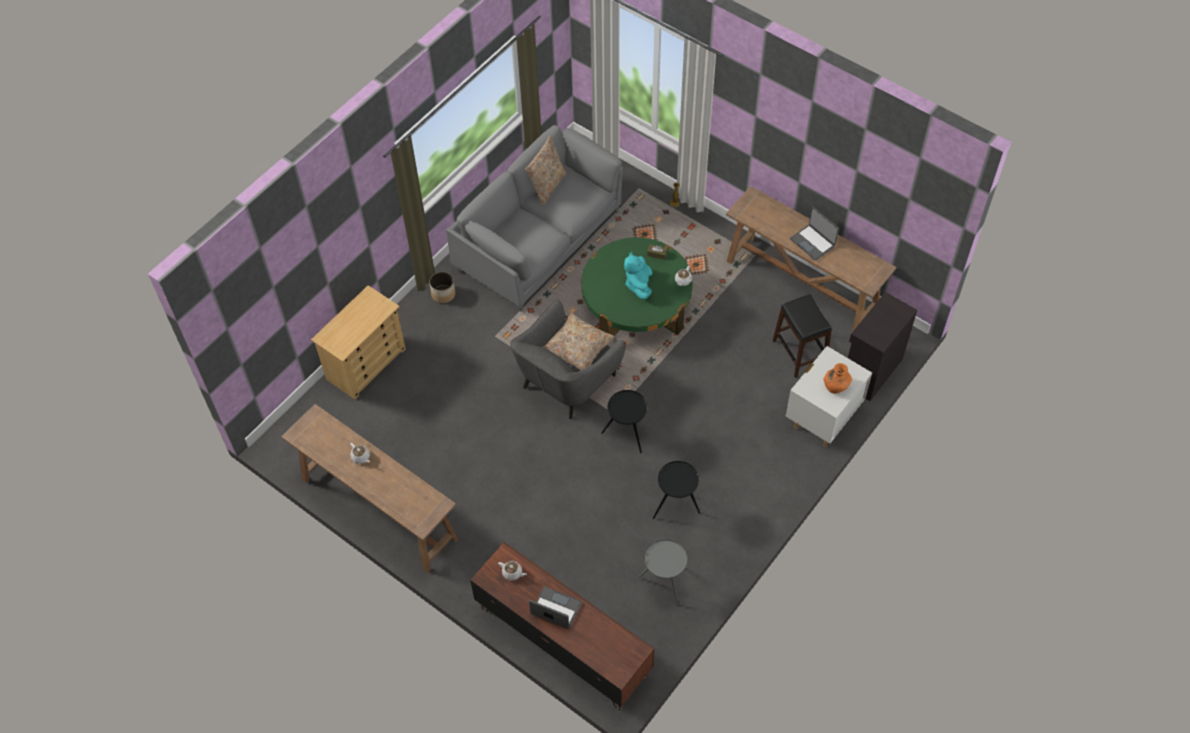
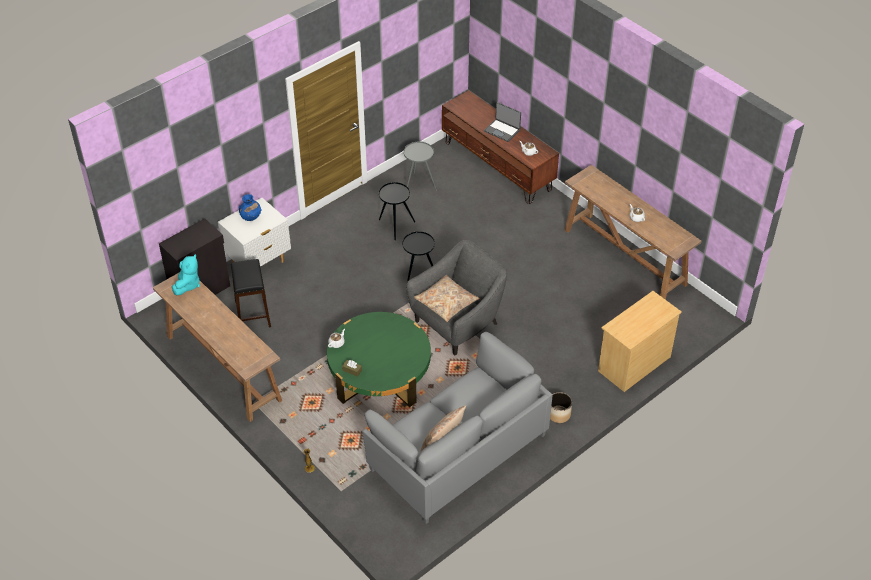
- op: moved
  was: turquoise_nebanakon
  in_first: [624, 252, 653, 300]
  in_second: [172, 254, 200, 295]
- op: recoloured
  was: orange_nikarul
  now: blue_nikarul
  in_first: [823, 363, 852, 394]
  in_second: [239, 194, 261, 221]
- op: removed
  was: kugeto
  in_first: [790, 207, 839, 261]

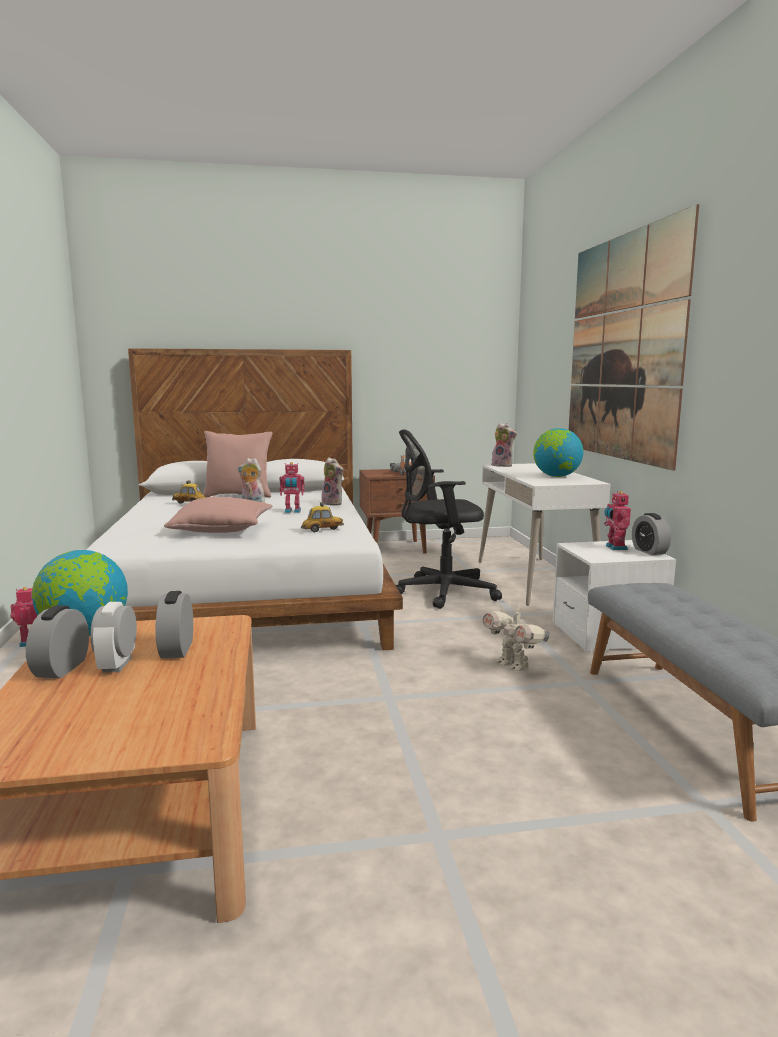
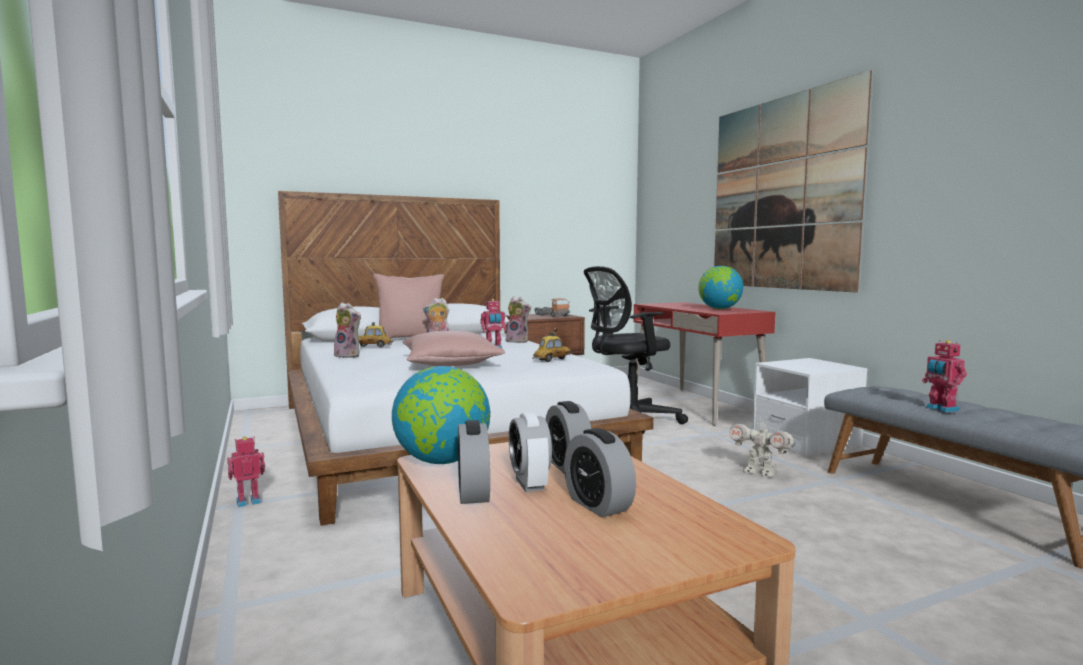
- op: moved
  was: nebanakon
  in_first: [491, 422, 517, 467]
  in_second: [334, 302, 361, 358]
- op: moved
  was: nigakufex
  in_first: [632, 513, 671, 555]
  in_second: [564, 428, 636, 517]
- op: recoloured
  was: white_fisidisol
  now: red_fisidisol
  in_first: [479, 463, 611, 606]
  in_second: [634, 302, 775, 426]
- op: moved
  was: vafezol
  in_first: [604, 491, 631, 550]
  in_second: [922, 340, 967, 412]

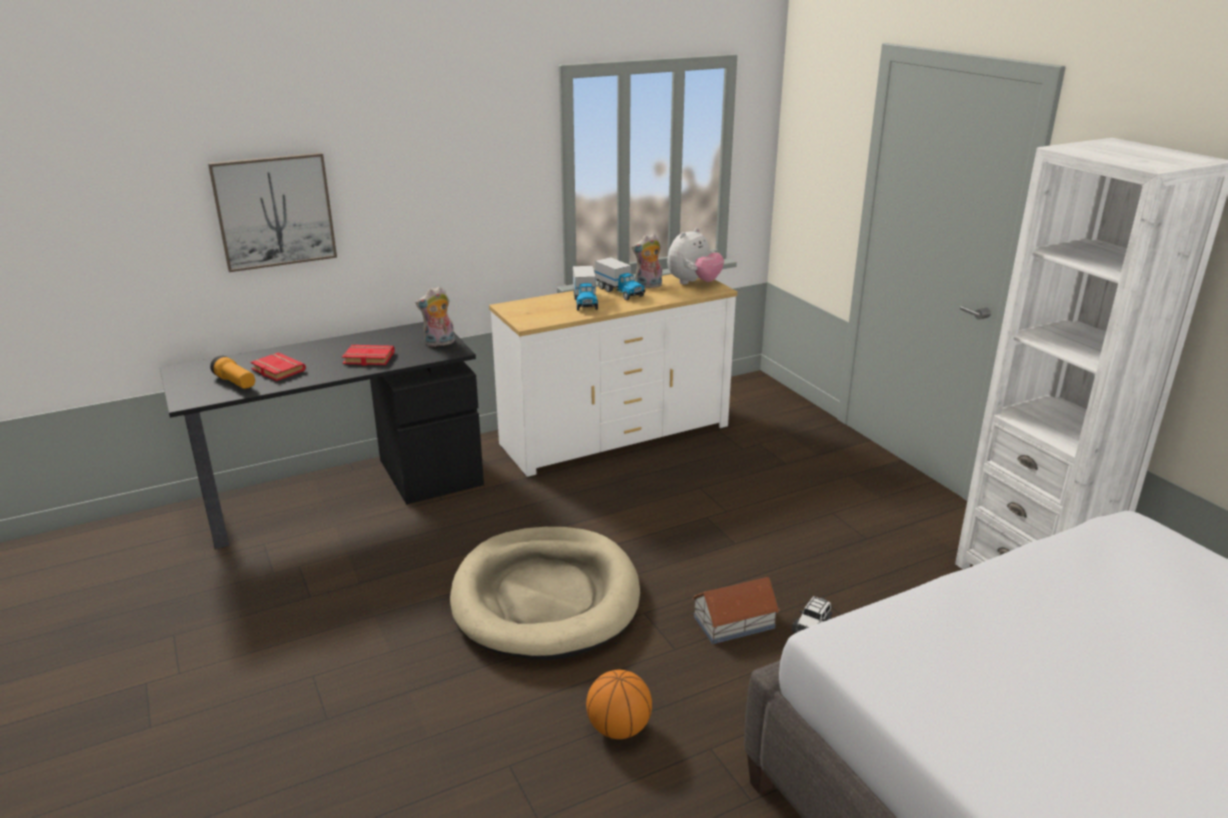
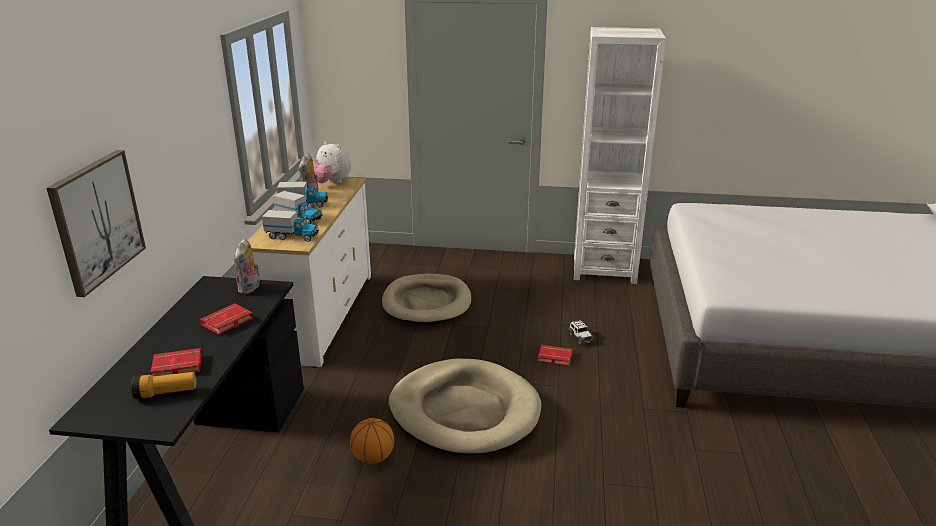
- op: added
  now: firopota
  in_second: [262, 210, 319, 242]
- op: turned
  was: nebanakon
  in_first: [667, 228, 724, 284]
  in_second: [313, 142, 351, 183]
  clockwise: 135
- op: moved
  was: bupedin
  in_first: [586, 670, 652, 739]
  in_second: [350, 418, 394, 464]
- op: added
  now: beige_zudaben
  in_second: [382, 274, 471, 325]
- op: replaced
  was: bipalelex
  now: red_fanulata
  in_first: [692, 577, 780, 644]
  in_second: [538, 345, 573, 366]

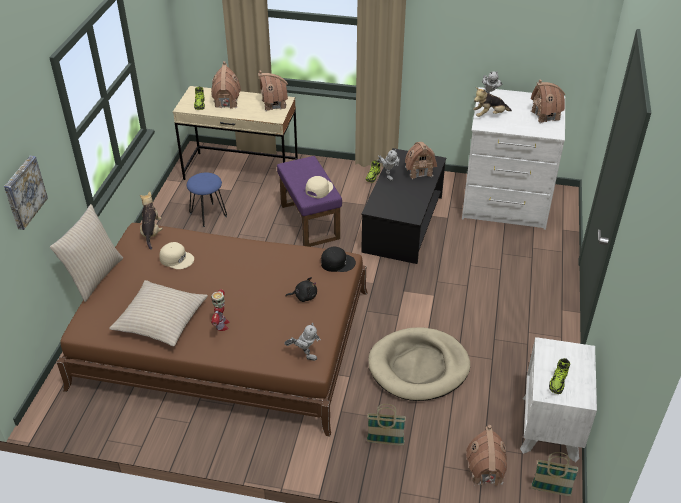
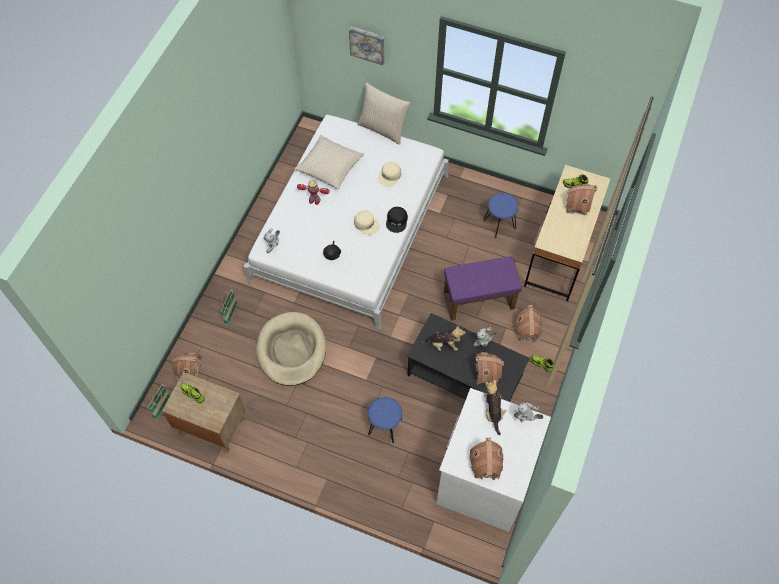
- op: recoloured
  was: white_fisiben
  now: brown_fisiben
  in_first: [520, 337, 597, 462]
  in_second: [162, 372, 246, 454]
- op: recoloured
  was: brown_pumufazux
  now: white_pumufazux
  in_first: [57, 223, 368, 437]
  in_second: [243, 115, 449, 330]
- op: moved
  was: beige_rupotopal
  in_first: [305, 176, 333, 198]
  in_second: [354, 210, 380, 235]
- op: added
  now: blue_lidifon
  in_second: [368, 397, 402, 443]
- op: moved
  was: black_rupotopal
  in_first: [321, 247, 356, 272]
  in_second: [386, 207, 408, 233]
- op: moved
  was: nebanakon
  in_first: [140, 191, 163, 250]
  in_second: [421, 325, 465, 351]
- op: moved
  was: bipalelex
  in_first: [258, 71, 288, 112]
  in_second: [514, 305, 542, 342]

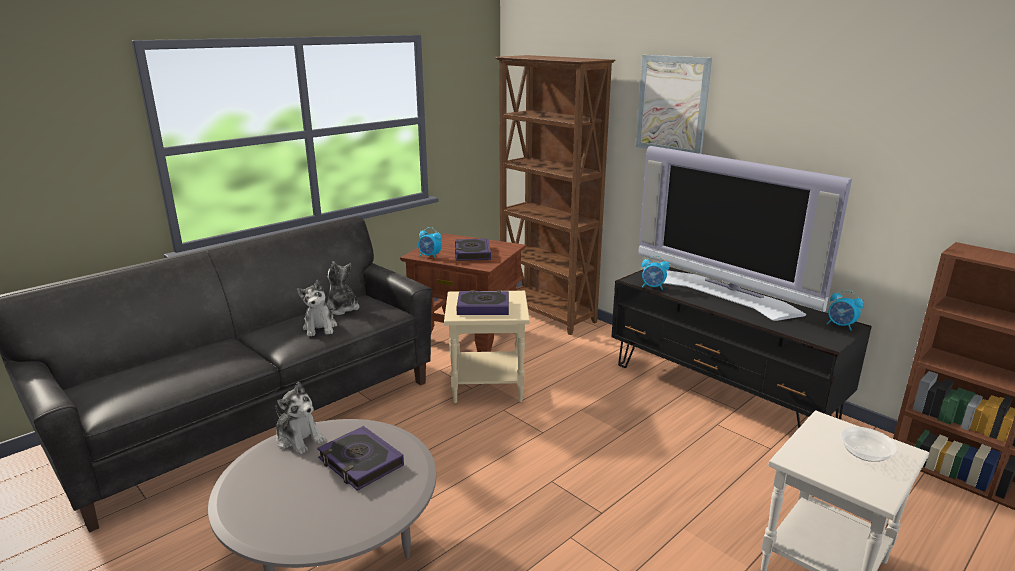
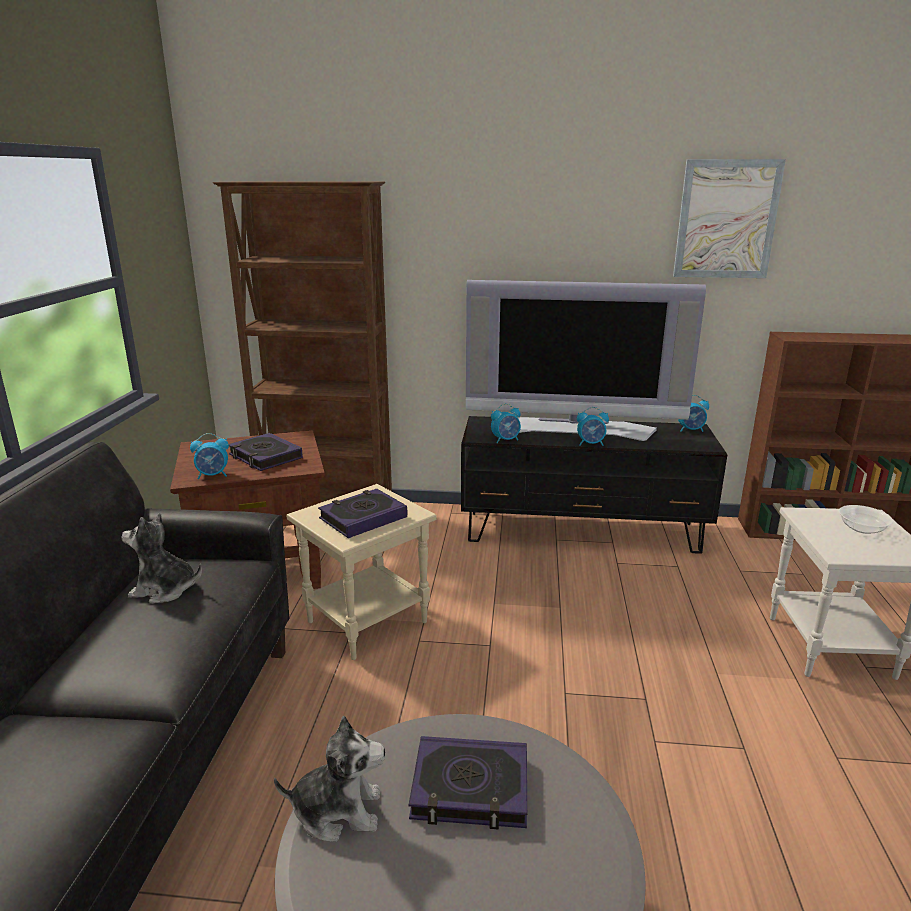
- op: added
  now: nigakufex
  in_second: [577, 407, 609, 446]
- op: moved
  was: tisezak
  in_first: [636, 55, 712, 154]
  in_second: [673, 159, 786, 278]
- op: removed
  was: nebanakon
  in_first: [297, 280, 337, 337]

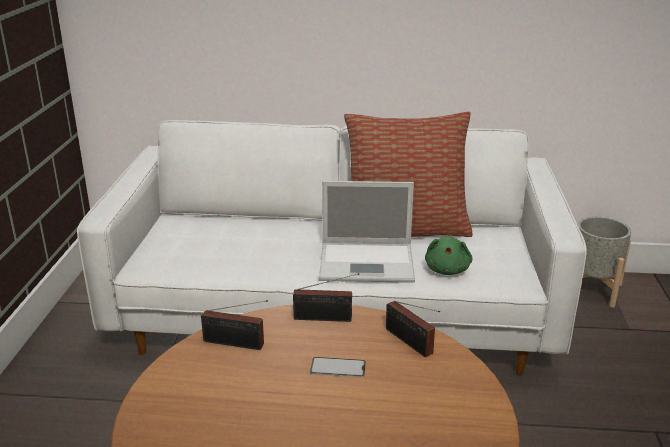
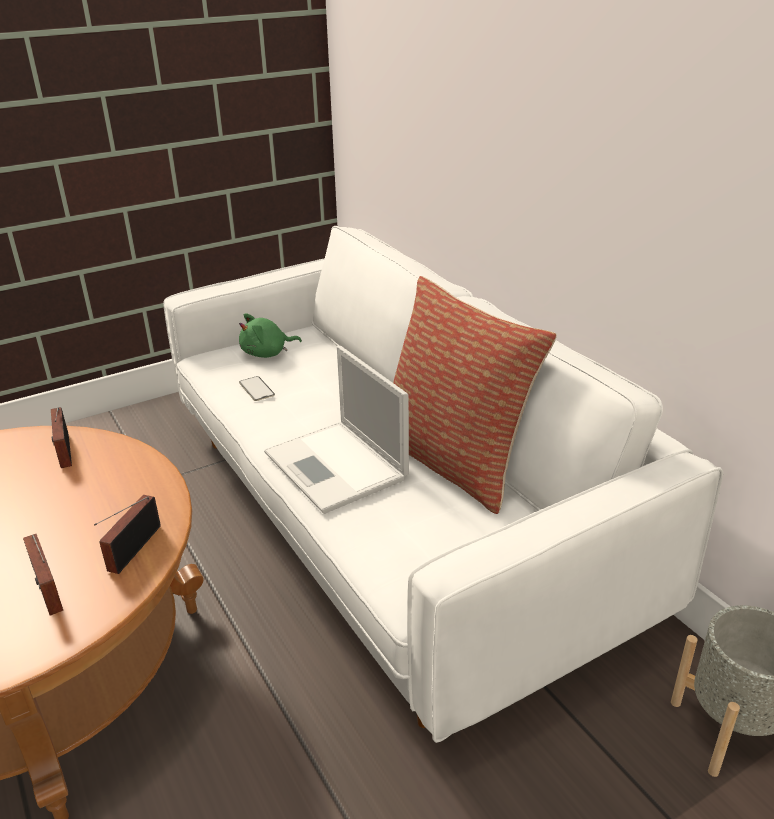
- op: moved
  was: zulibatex
  in_first: [293, 273, 359, 322]
  in_second: [23, 534, 63, 616]
- op: moved
  was: green_nebanakon
  in_first: [425, 237, 472, 275]
  in_second: [239, 313, 302, 358]
- op: moved
  was: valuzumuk
  in_first: [310, 357, 366, 378]
  in_second: [239, 376, 275, 401]

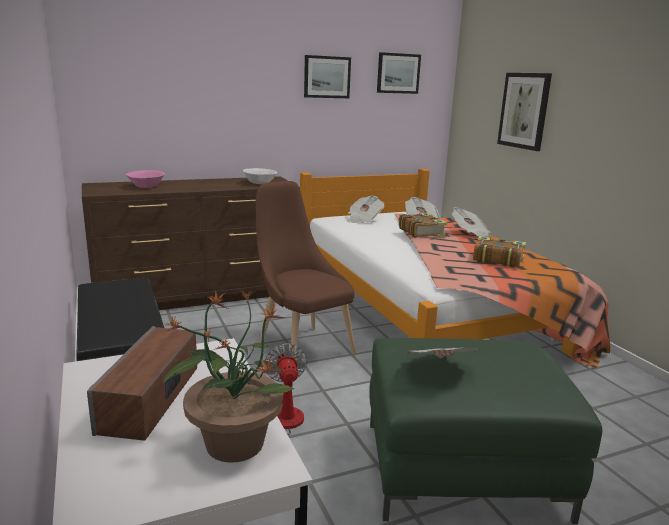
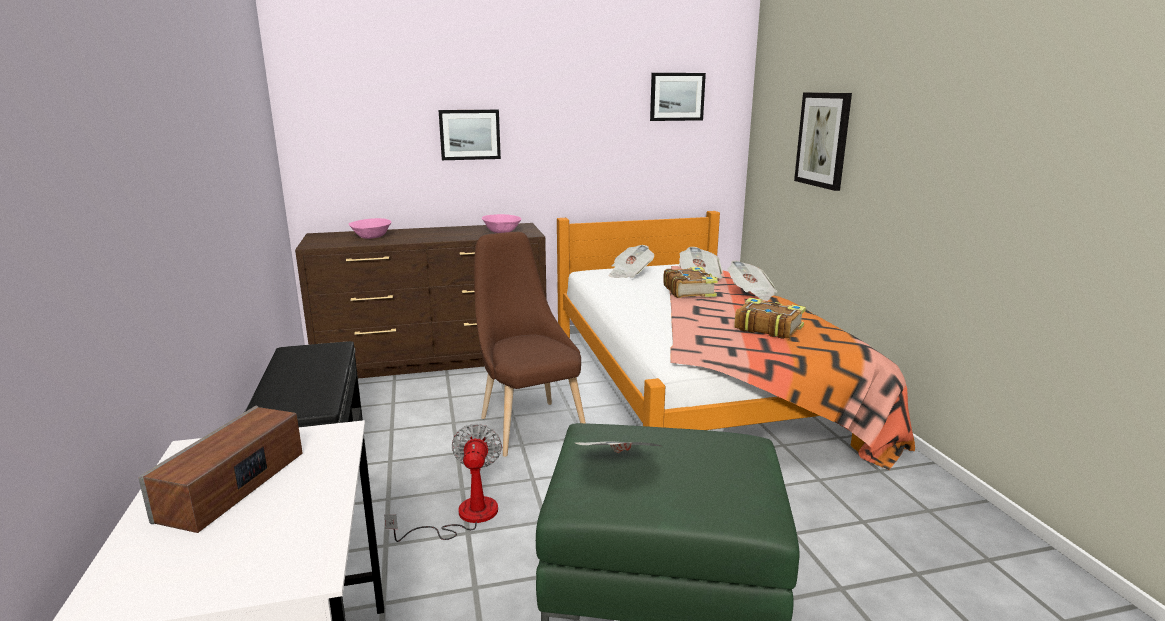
- op: moved
  was: tisezak
  in_first: [304, 55, 351, 98]
  in_second: [439, 110, 501, 160]
- op: recoloured
  was: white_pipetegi
  now: pink_pipetegi
  in_first: [243, 168, 277, 184]
  in_second: [482, 214, 521, 233]
- op: removed
  was: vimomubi
  in_first: [162, 289, 294, 463]

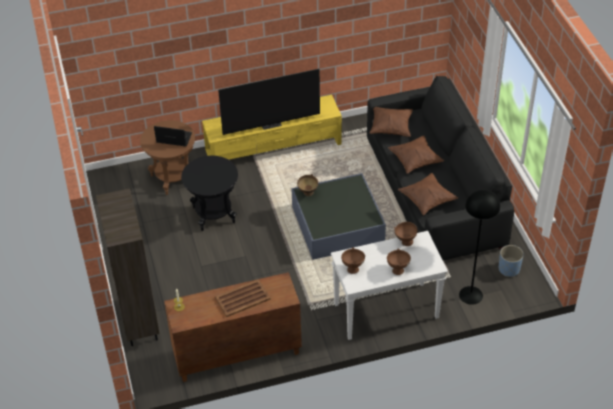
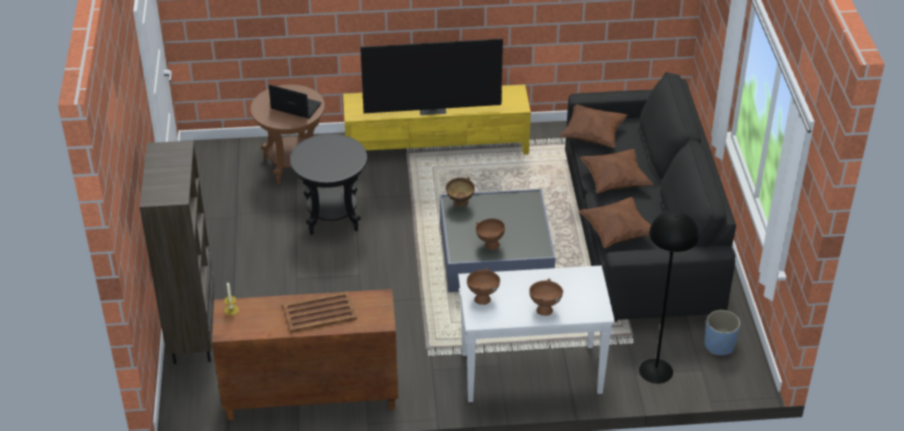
- op: moved
  was: brown_pipetegi
  in_first: [394, 222, 418, 246]
  in_second: [476, 218, 505, 250]

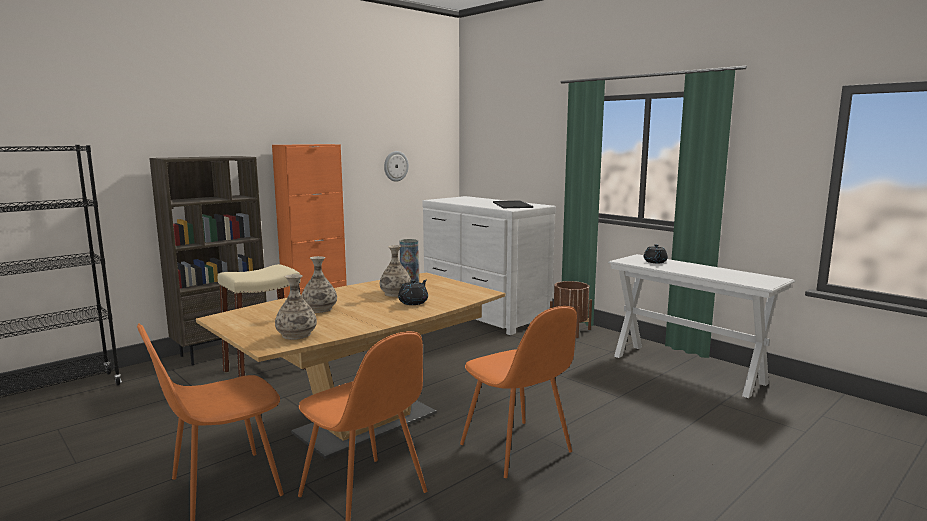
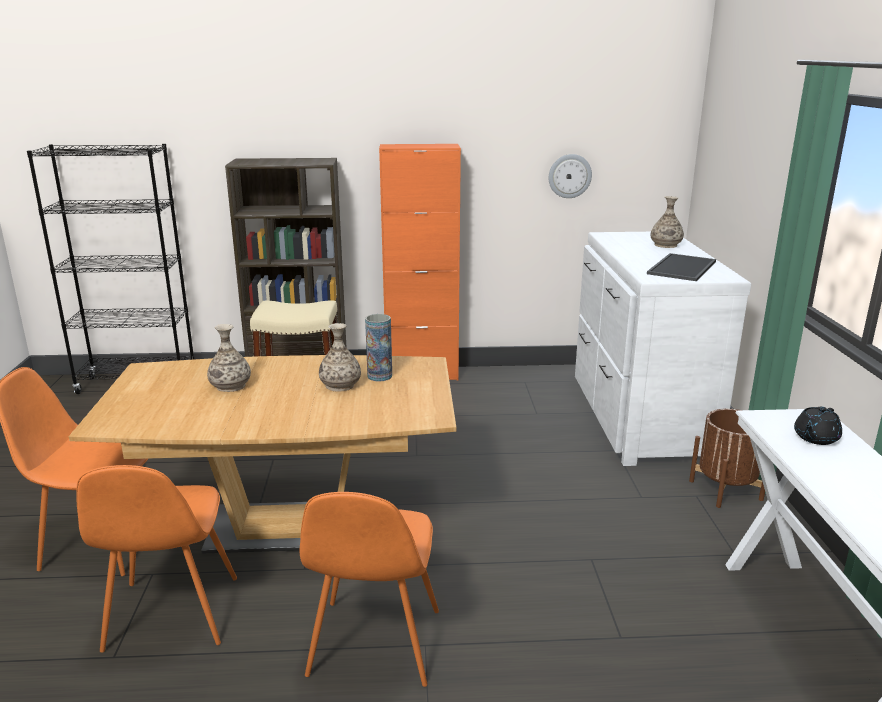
- op: moved
  was: nikarul
  in_first: [275, 274, 317, 340]
  in_second: [650, 196, 684, 248]
- op: removed
  was: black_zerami
  in_first: [398, 280, 428, 305]

